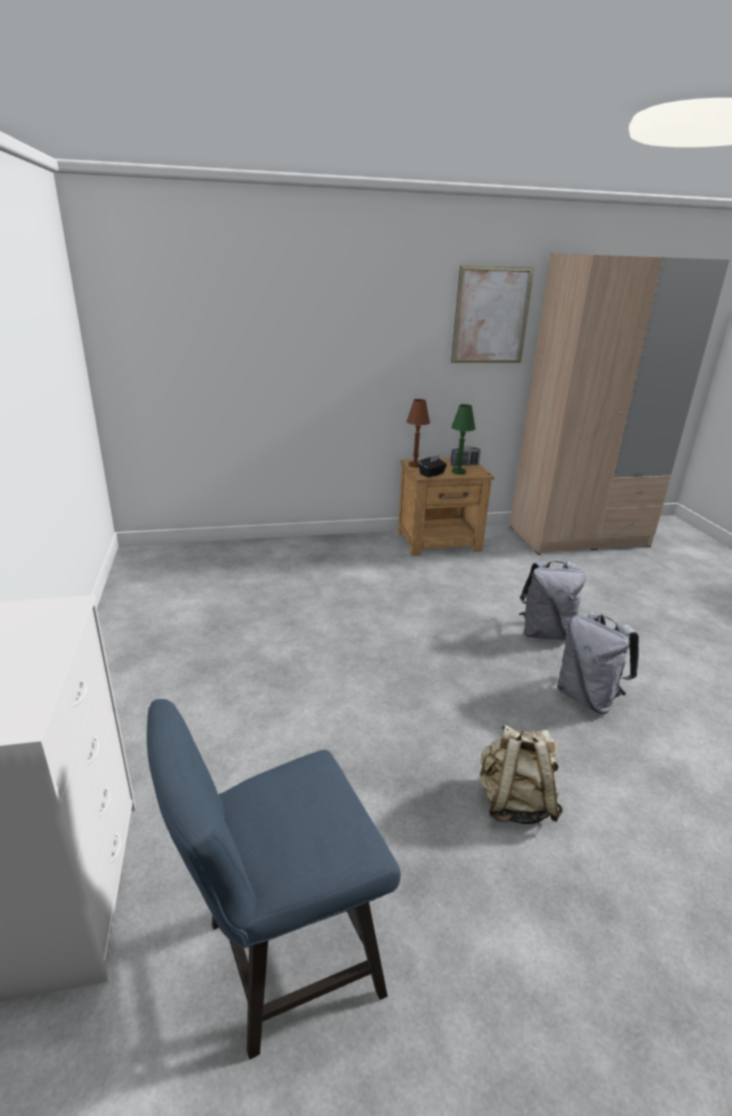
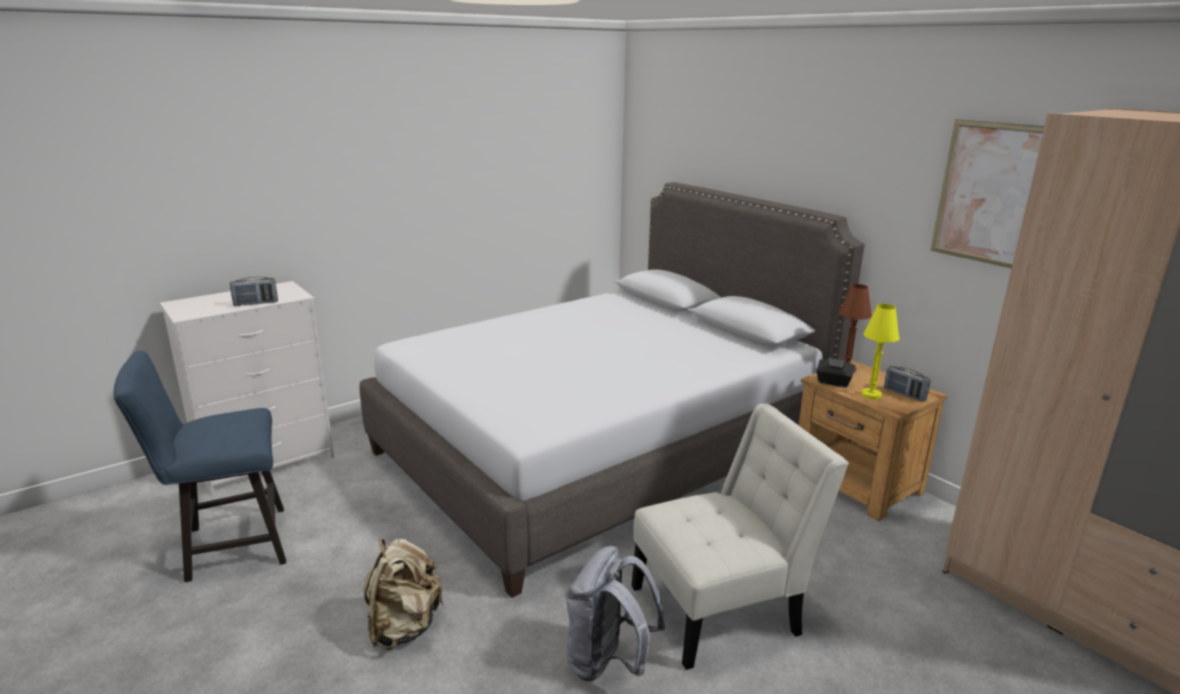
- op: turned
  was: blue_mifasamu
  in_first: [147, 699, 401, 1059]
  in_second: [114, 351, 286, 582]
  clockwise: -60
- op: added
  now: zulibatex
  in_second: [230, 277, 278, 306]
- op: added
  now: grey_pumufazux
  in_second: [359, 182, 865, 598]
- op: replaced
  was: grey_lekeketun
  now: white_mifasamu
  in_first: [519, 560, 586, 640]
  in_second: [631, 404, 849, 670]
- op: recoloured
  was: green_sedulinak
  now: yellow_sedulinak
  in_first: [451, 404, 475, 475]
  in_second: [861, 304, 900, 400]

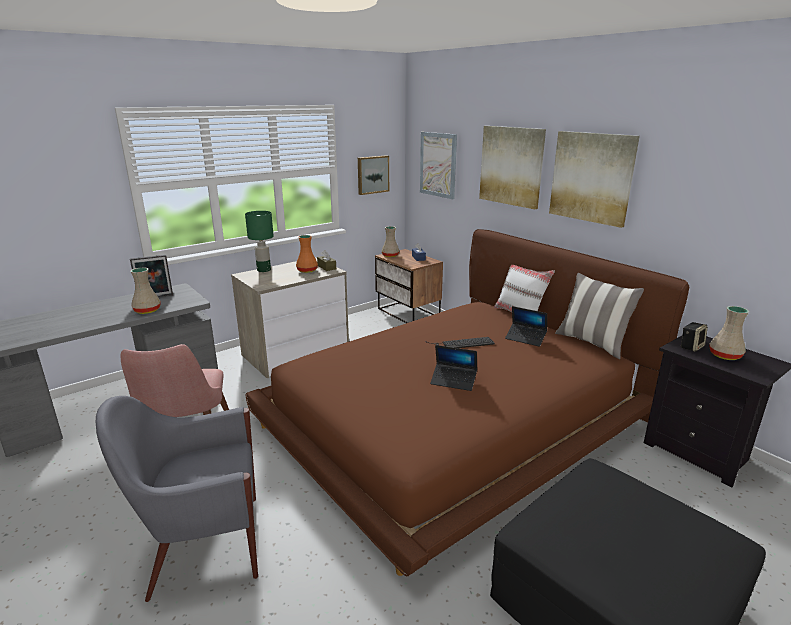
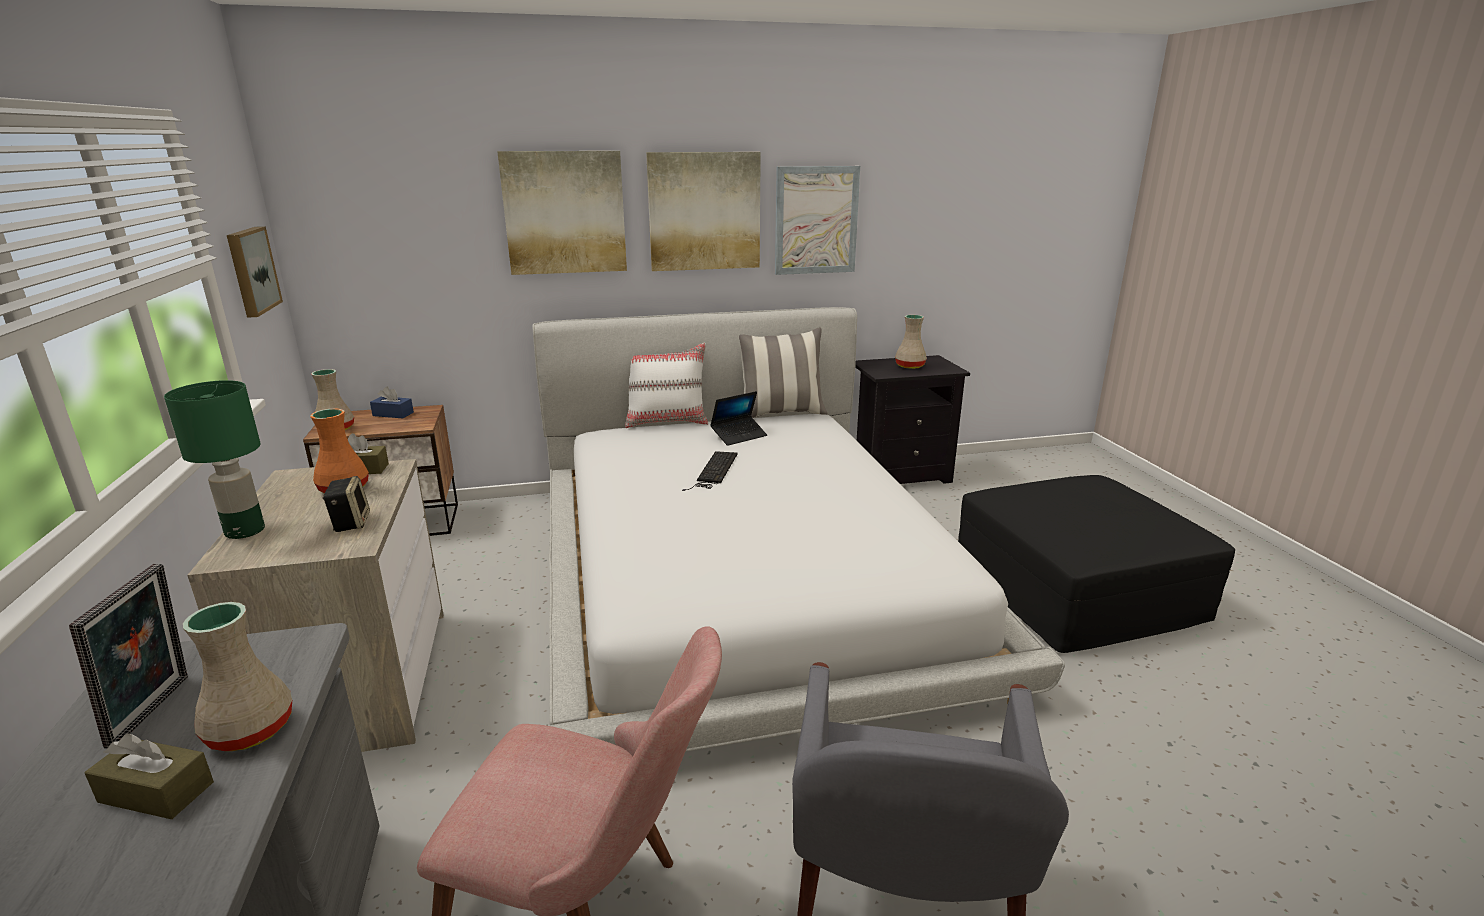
- op: added
  now: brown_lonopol
  in_second: [85, 733, 214, 819]
- op: moved
  was: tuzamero
  in_first: [681, 322, 708, 352]
  in_second: [322, 476, 370, 532]
- op: recoloured
  was: brown_pumufazux
  now: white_pumufazux
  in_first: [245, 229, 689, 576]
  in_second: [532, 307, 1065, 752]
- op: moved
  was: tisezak
  in_first: [420, 132, 457, 199]
  in_second: [775, 166, 860, 275]
- op: removed
  was: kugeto
  in_first: [430, 345, 477, 391]

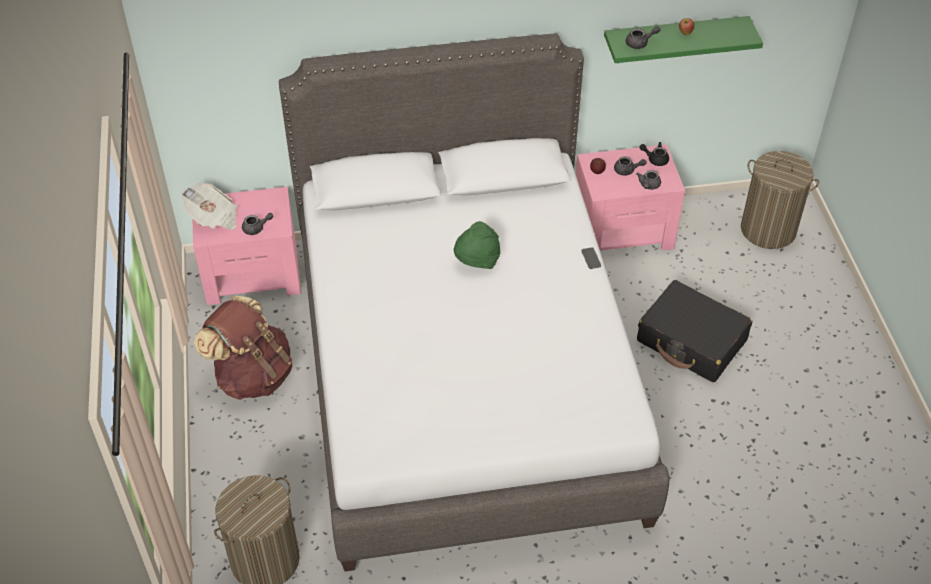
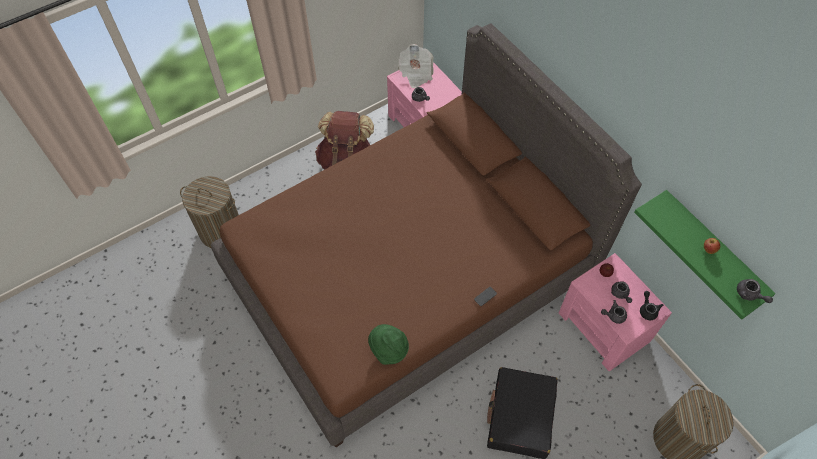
- op: recoloured
  was: grey_pumufazux
  now: brown_pumufazux
  in_first: [279, 33, 670, 571]
  in_second: [211, 24, 642, 447]
- op: moved
  was: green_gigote
  in_first: [454, 221, 501, 269]
  in_second: [368, 324, 409, 365]
- op: moved
  was: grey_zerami
  in_first: [626, 26, 660, 49]
  in_second: [737, 279, 773, 303]

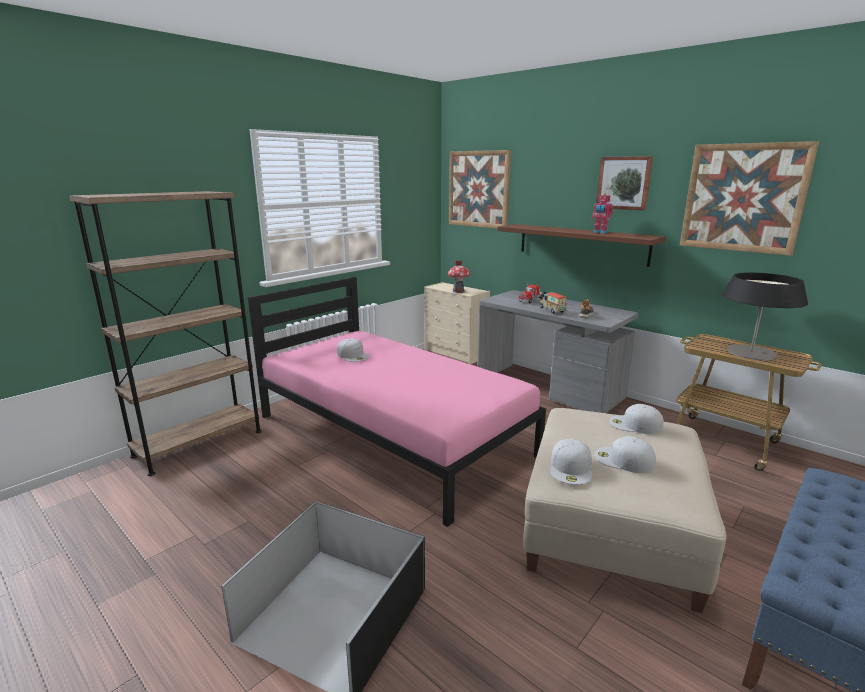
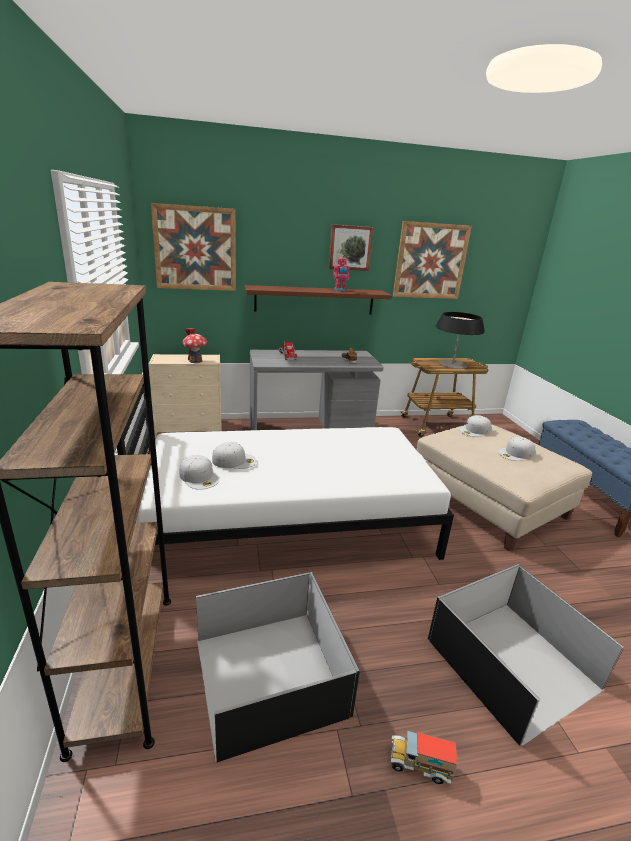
- op: recoloured
  was: pink_pumufazux
  now: white_pumufazux
  in_first: [248, 277, 546, 527]
  in_second: [117, 386, 454, 560]
- op: moved
  was: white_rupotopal
  in_first: [551, 439, 592, 485]
  in_second: [180, 455, 219, 490]
- op: added
  now: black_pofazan
  in_second: [196, 572, 360, 762]
- op: moved
  was: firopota
  in_first: [539, 292, 567, 314]
  in_second: [390, 731, 457, 784]

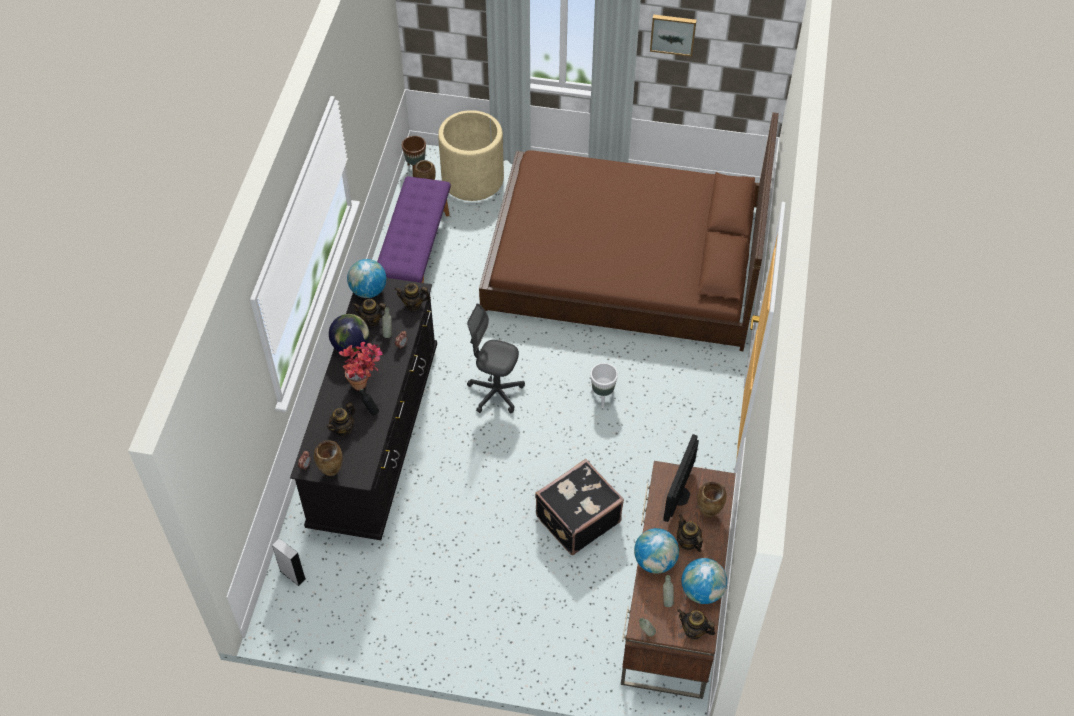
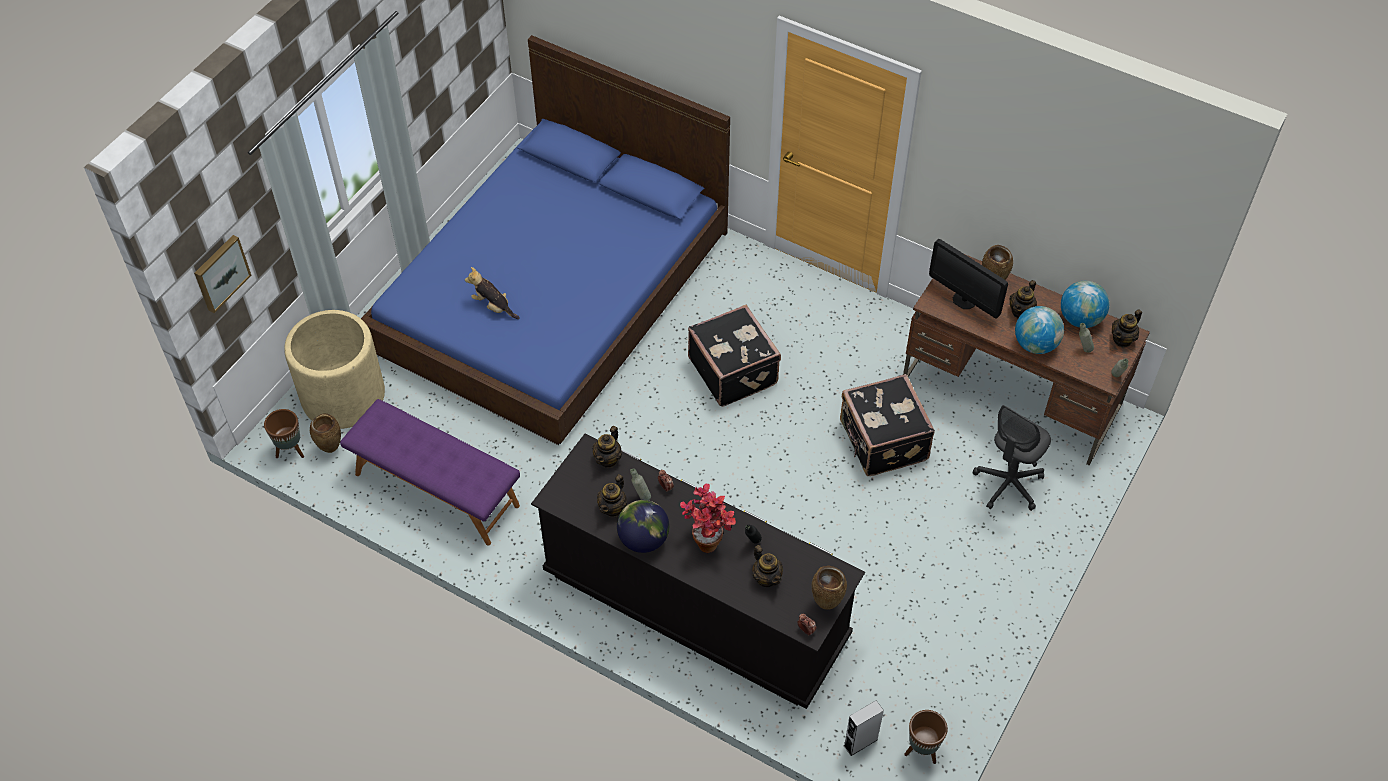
- op: moved
  was: tisezak
  in_first: [650, 14, 696, 57]
  in_second: [194, 235, 252, 313]
- op: recoloured
  was: brown_pumufazux
  now: blue_pumufazux
  in_first: [479, 113, 779, 351]
  in_second: [361, 35, 730, 445]
- op: added
  now: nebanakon
  in_second: [465, 267, 519, 319]
- op: replaced
  was: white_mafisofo
  now: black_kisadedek
  in_first: [590, 363, 618, 408]
  in_second: [688, 305, 781, 407]
- op: added
  now: brown_mafisofo
  in_second: [904, 710, 948, 764]
- op: moved
  was: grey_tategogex
  in_first: [467, 304, 525, 413]
  in_second: [973, 405, 1051, 511]
- op: turned
  was: zerami
  in_first: [677, 515, 703, 552]
  in_second: [1009, 280, 1037, 318]
  clockwise: -45
- op: removed
  was: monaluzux
  in_first: [347, 259, 386, 298]

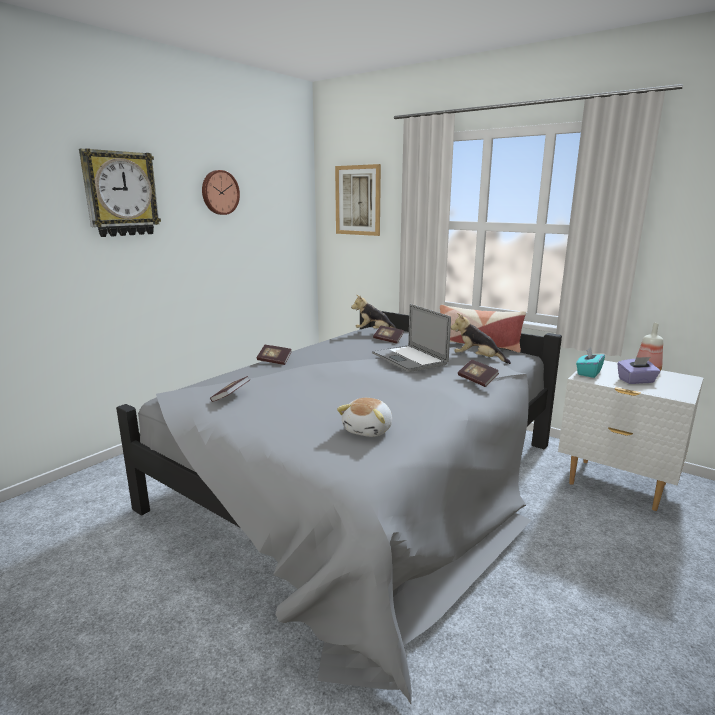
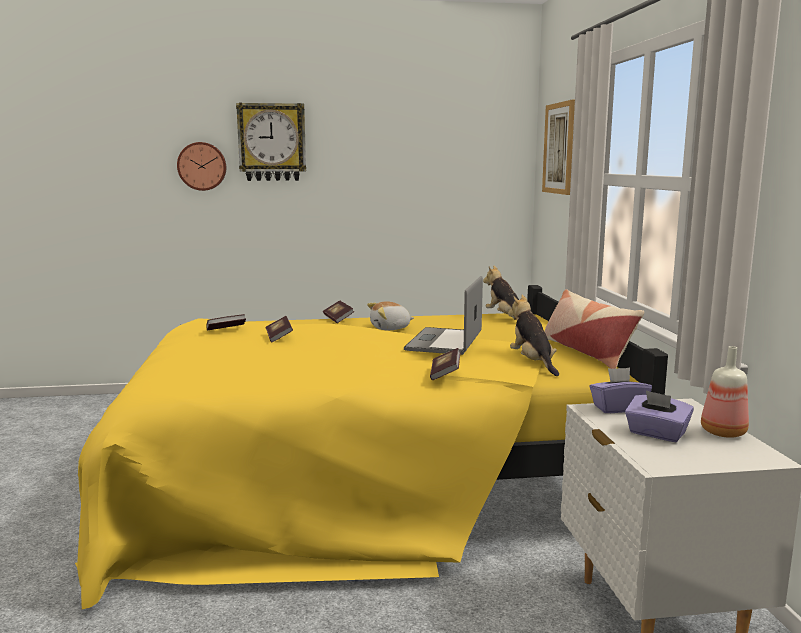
- op: recoloured
  was: grey_pumufazux
  now: yellow_pumufazux
  in_first: [116, 311, 562, 704]
  in_second: [75, 285, 668, 609]
- op: moved
  was: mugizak
  in_first: [202, 170, 240, 215]
  in_second: [177, 142, 226, 191]
- op: moved
  was: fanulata
  in_first: [373, 326, 404, 344]
  in_second: [265, 316, 293, 342]
- op: moved
  was: nebanakon
  in_first: [337, 398, 392, 437]
  in_second: [367, 301, 414, 331]
- op: recoloured
  was: turquoise_lonopol
  now: purple_lonopol
  in_first: [576, 347, 605, 378]
  in_second: [589, 368, 652, 413]

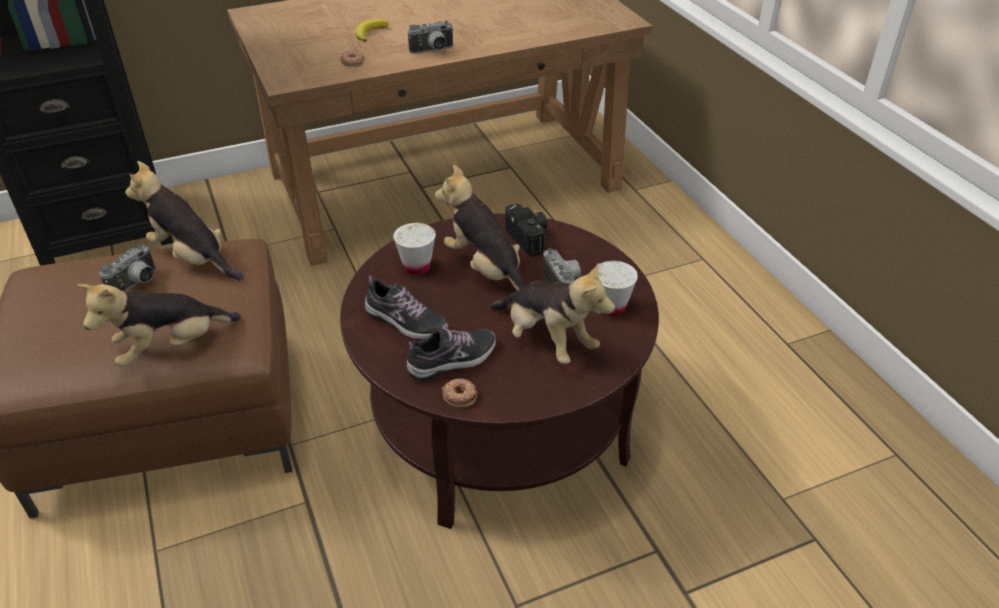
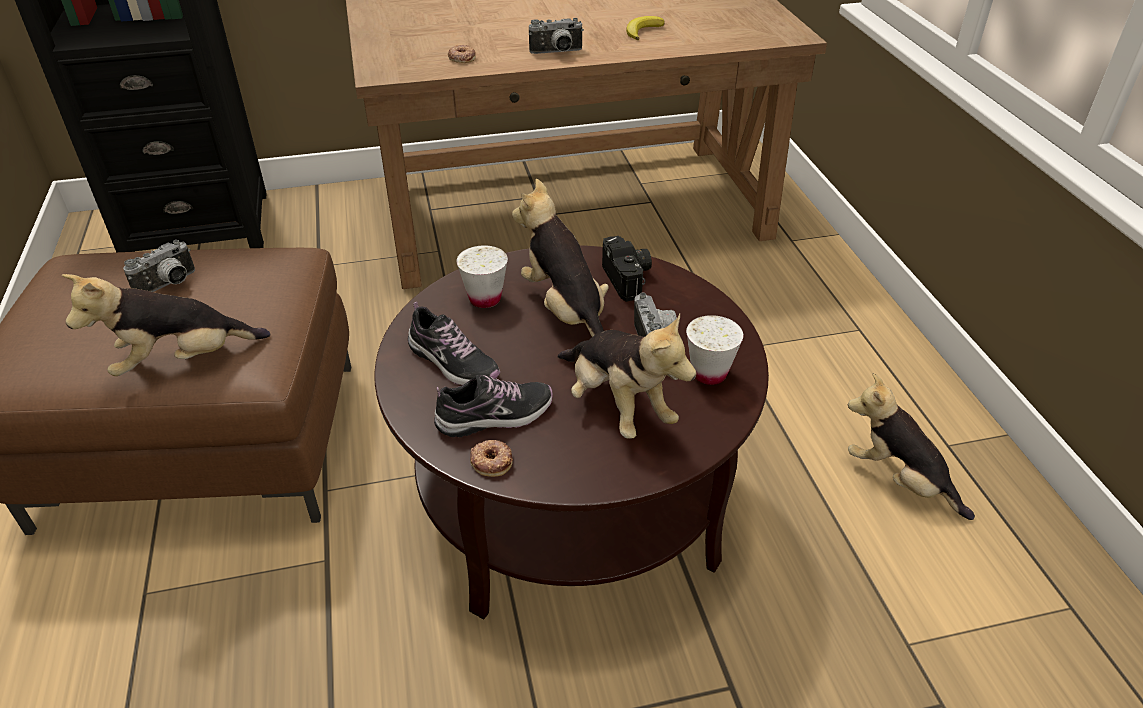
- op: moved
  was: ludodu
  in_first: [355, 19, 388, 42]
  in_second: [626, 16, 665, 40]
- op: moved
  was: nebanakon
  in_first: [125, 161, 244, 281]
  in_second: [848, 373, 975, 520]

